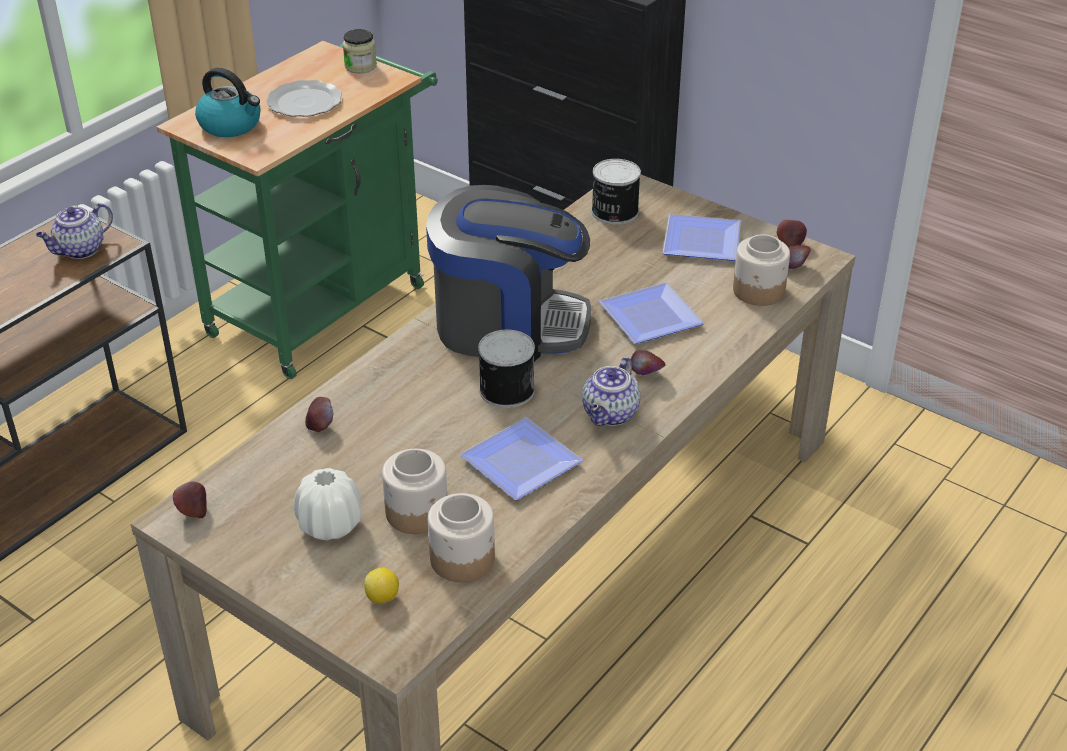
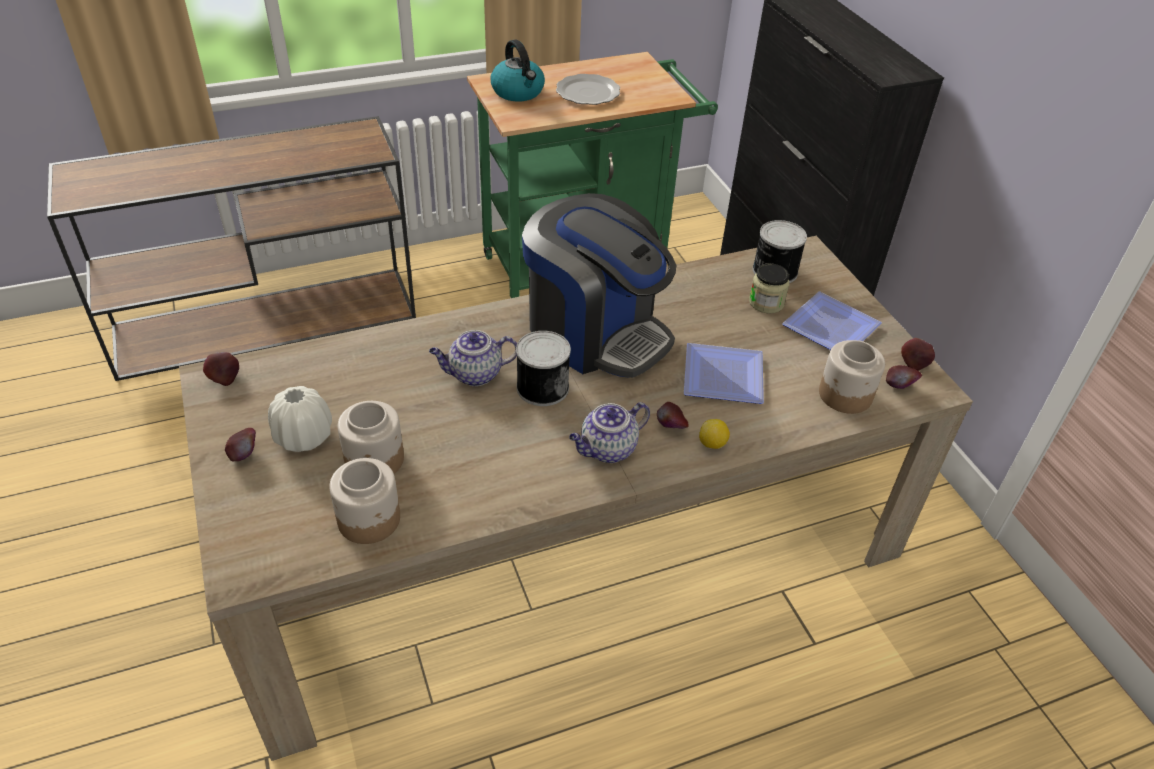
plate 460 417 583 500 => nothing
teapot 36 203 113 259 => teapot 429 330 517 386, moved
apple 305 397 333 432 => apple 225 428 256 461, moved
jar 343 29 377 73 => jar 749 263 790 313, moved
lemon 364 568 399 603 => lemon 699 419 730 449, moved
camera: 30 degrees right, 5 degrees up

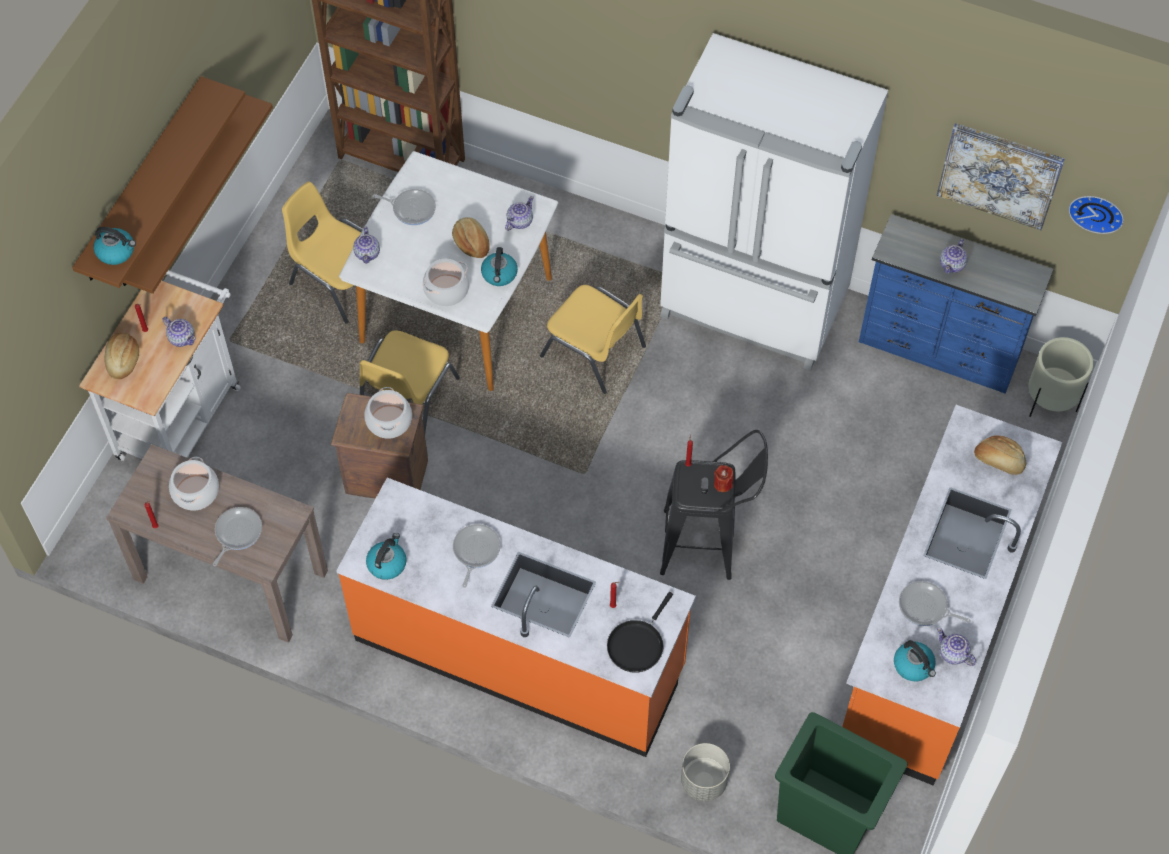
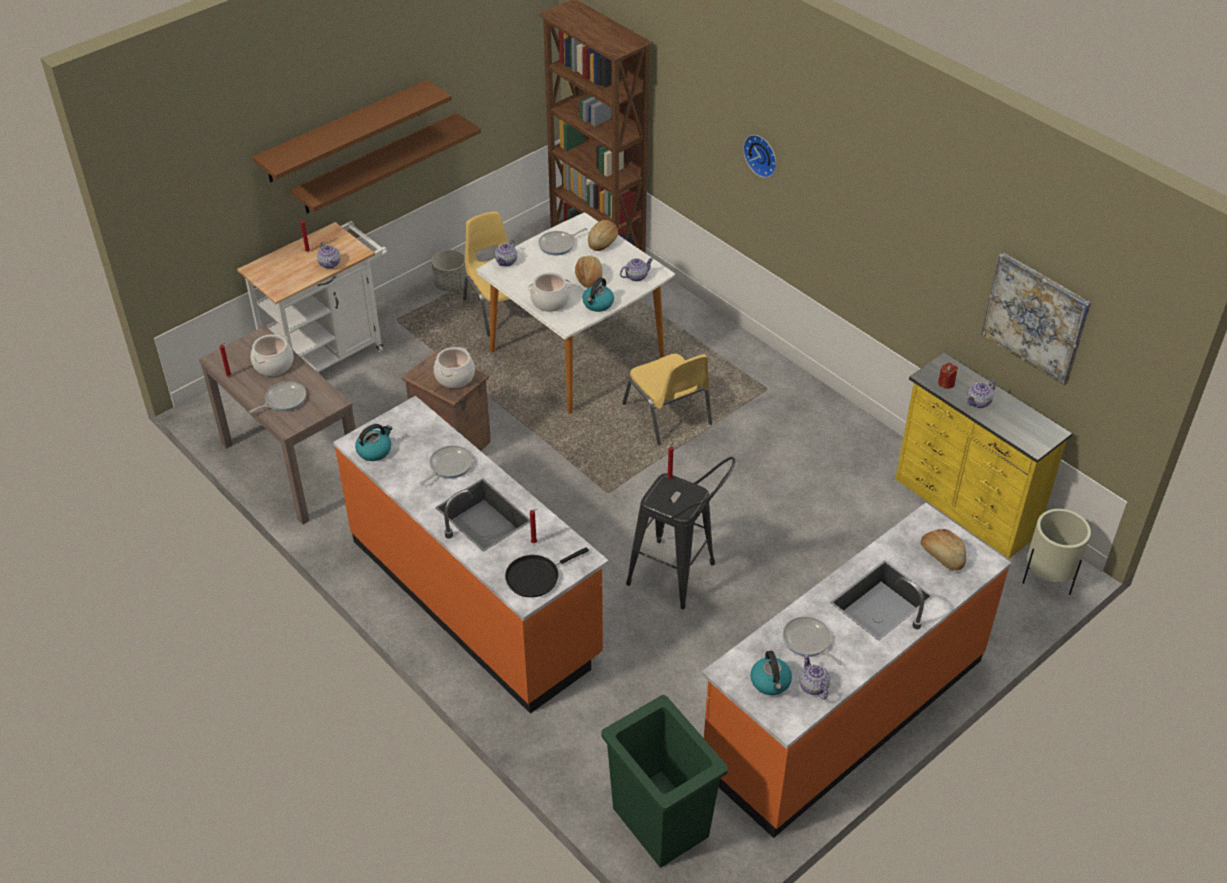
kettle 94 227 136 265 => nothing
chair/yellow 359 330 460 435 => nothing
fridge/white 660 33 888 371 => nothing
bread 105 333 139 379 => bread 588 220 618 251, moved
planter/grey 681 743 730 801 => planter/grey 432 250 467 291, moved
candle/red 714 465 733 492 => candle/red 938 363 958 389, moved
wall clock 1069 196 1124 234 => wall clock 743 135 776 178, moved
dresser/blue 859 214 1054 394 => dresser/yellow 895 353 1072 559
frying pan 373 189 436 225 => frying pan 538 228 587 255, 105 degrees clockwise
camera: 25 degrees right, 15 degrees down

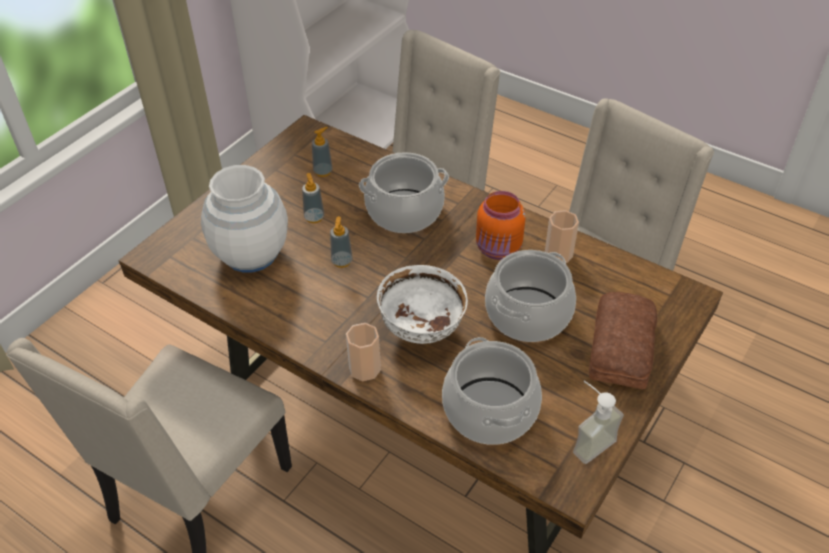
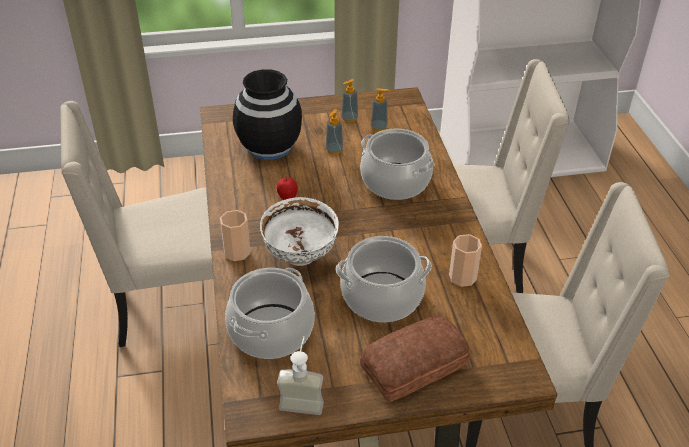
jar/orange 476 191 525 260 => nothing
nothing => apple 276 176 298 200
soap dispenser 330 216 353 268 => soap dispenser 341 79 358 122, moved
vase/white 201 165 288 273 => vase/black 233 69 302 160
camera: 45 degrees right, 5 degrees down

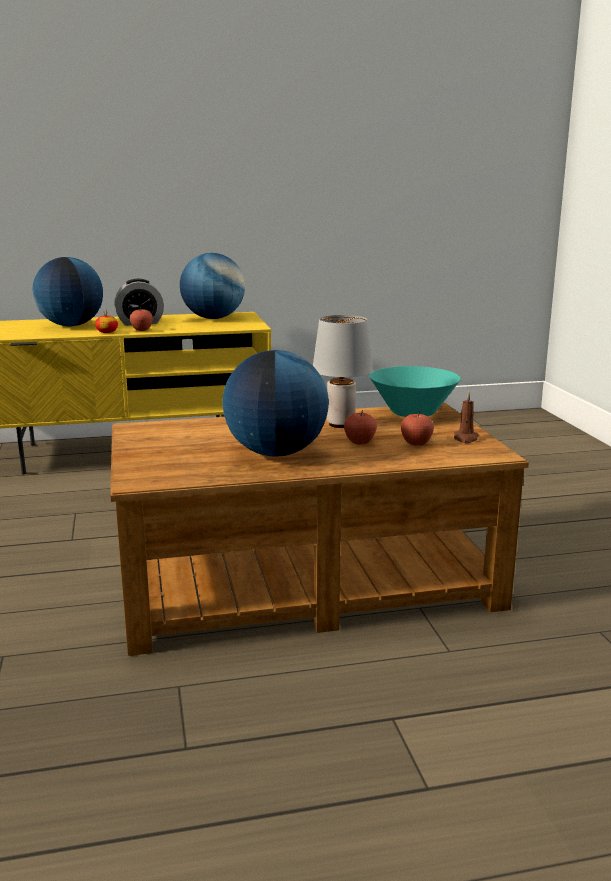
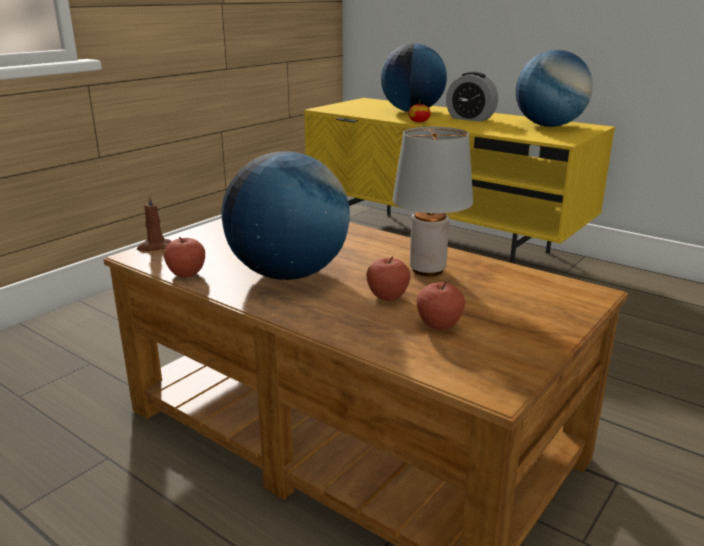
bowl/turquoise 369 366 461 417 => nothing
apple 130 307 153 331 => apple 164 237 205 277, moved
candle/brown 454 392 479 443 => candle/brown 137 194 171 251, moved
camera: 50 degrees right, 5 degrees up

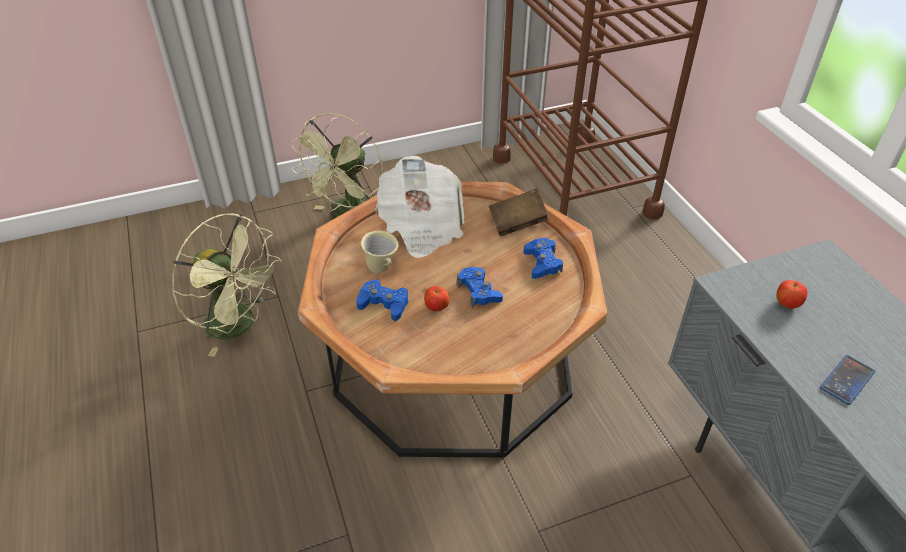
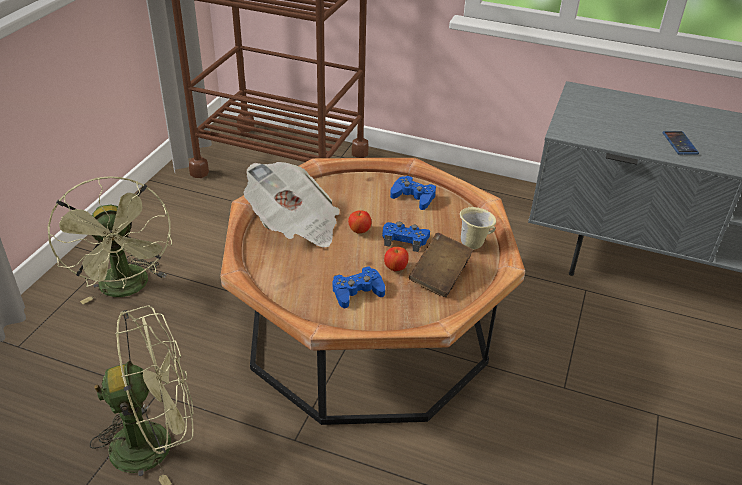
mug/beige 361 231 398 273 => mug/beige 460 207 496 250, moved
book/brown 489 188 549 236 => book/brown 409 233 473 297, moved
apple 776 280 808 308 => apple 348 210 371 233, moved
camera: 50 degrees left, 5 degrees down

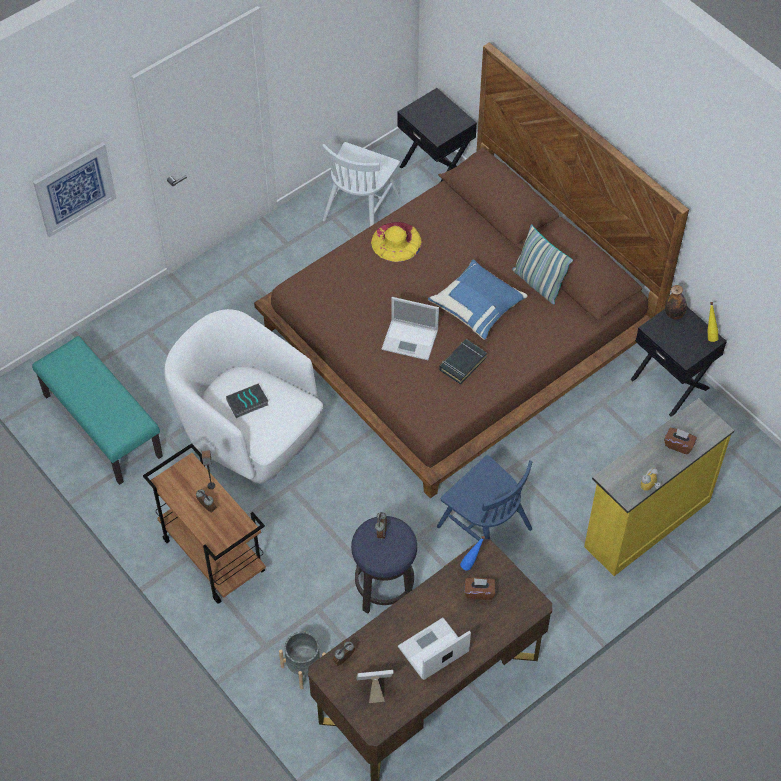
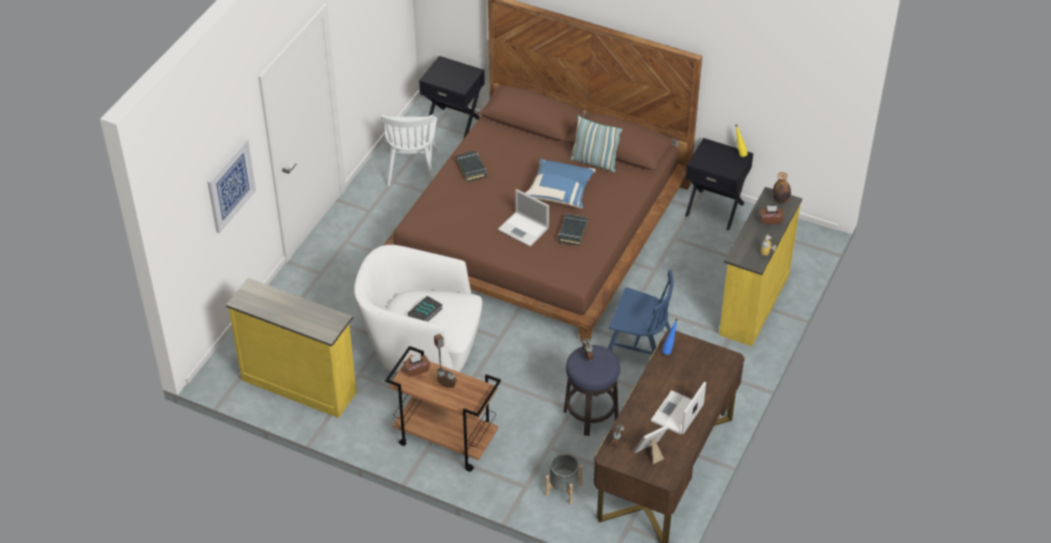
tissue box/brown 465 578 496 600 => tissue box/brown 403 354 430 377, moved
bottle 665 285 687 319 => bottle 773 172 791 204, moved
bench/turquoise 32 336 163 485 => dresser/yellow 226 278 357 418
hat/yellow 371 222 422 262 => book/black 456 151 487 182
laptop 381 297 439 360 => laptop 498 189 549 246, 45 degrees clockwise
camera: 25 degrees left, 10 degrees down

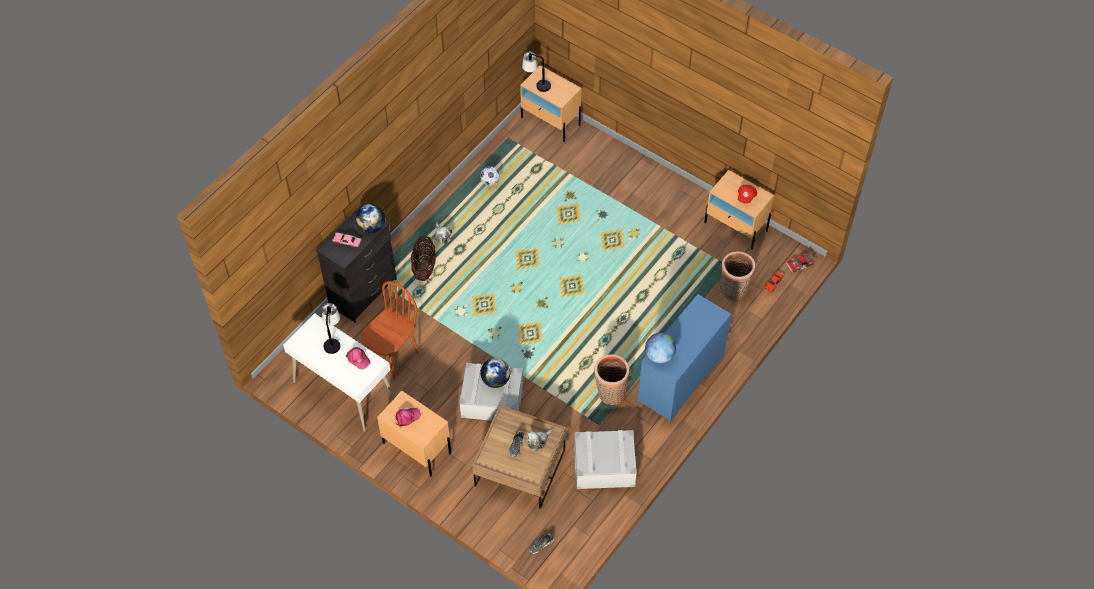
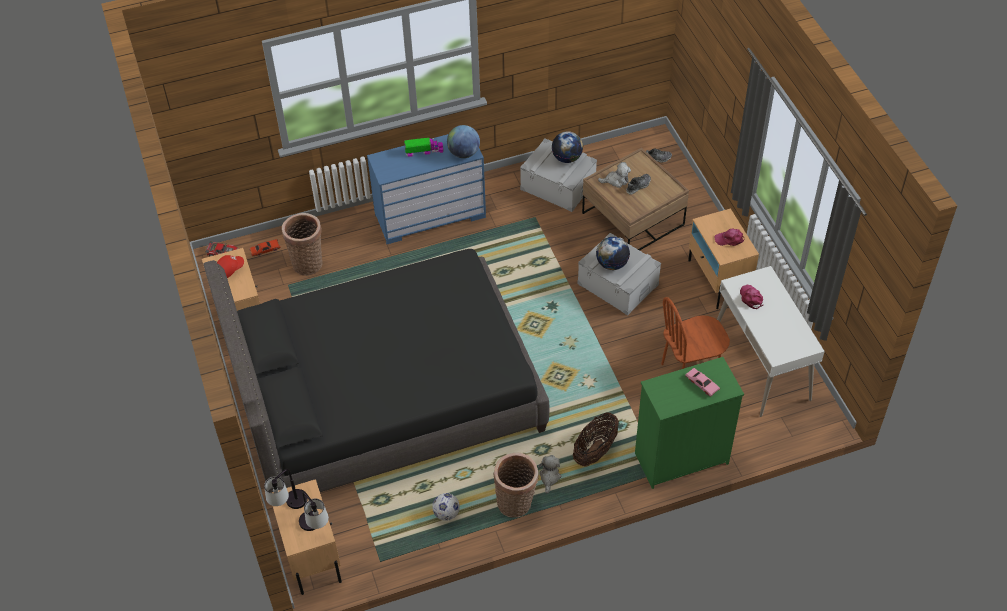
nothing => bed/black 203 249 549 493
nothing => toy truck 404 138 444 157
table lamp 322 303 340 354 => table lamp 264 469 308 509, moved
globe 356 204 385 234 => globe 552 131 583 163, moved
basket 594 355 630 405 => basket 493 453 539 518, moved
dresser/black 316 206 397 322 => dresser/green 635 357 744 489
camera: 145 degrees left, 5 degrees down

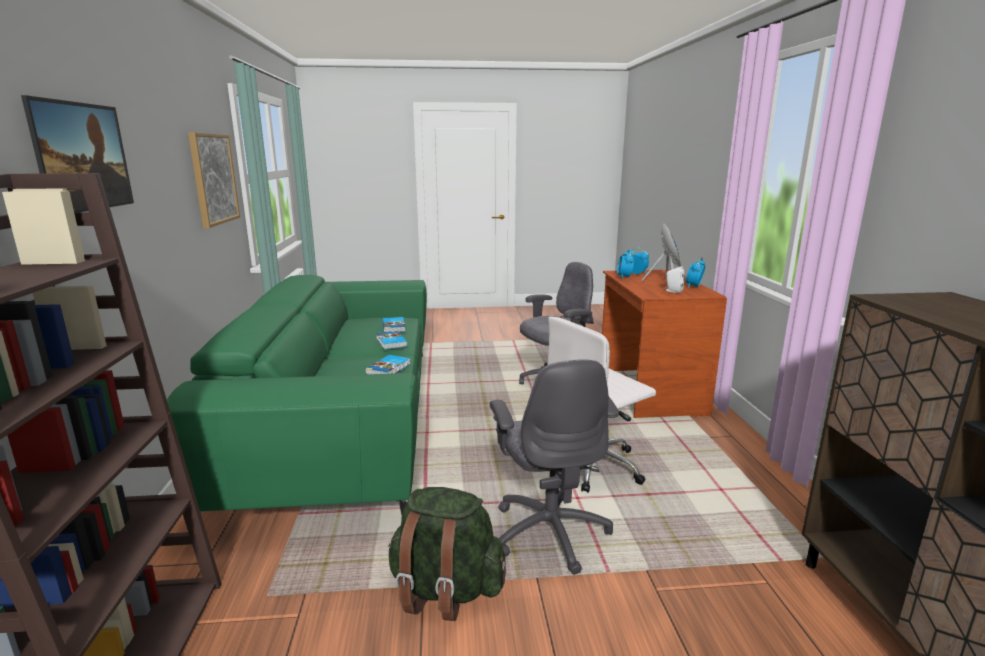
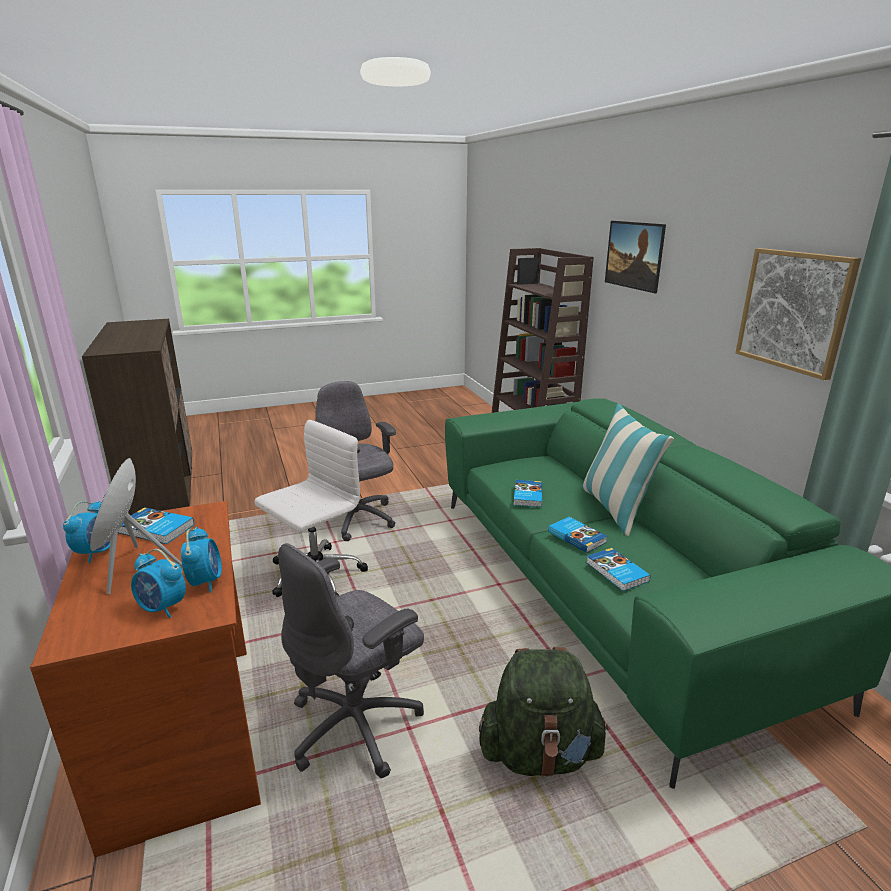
nothing => pillow 581 404 674 536
backpack/green 388 487 506 621 => backpack/green 479 647 609 777, moved
speaker/white 664 266 685 293 => book 118 507 194 544
camera: 165 degrees right, 5 degrees up

